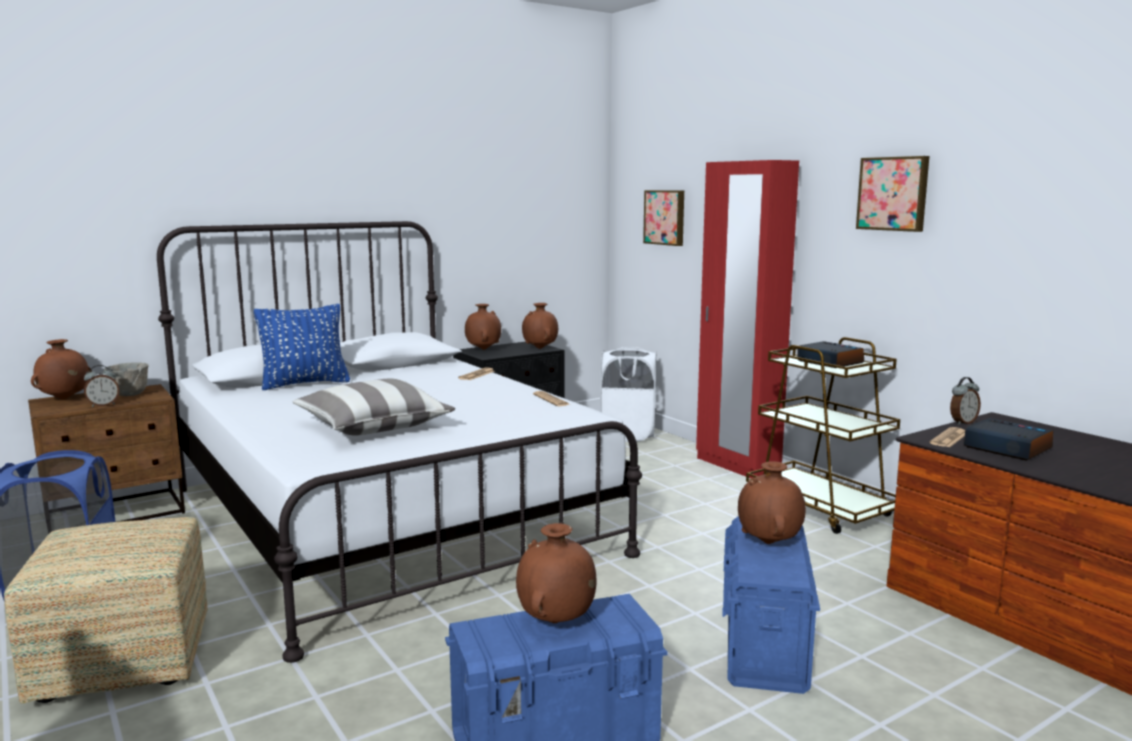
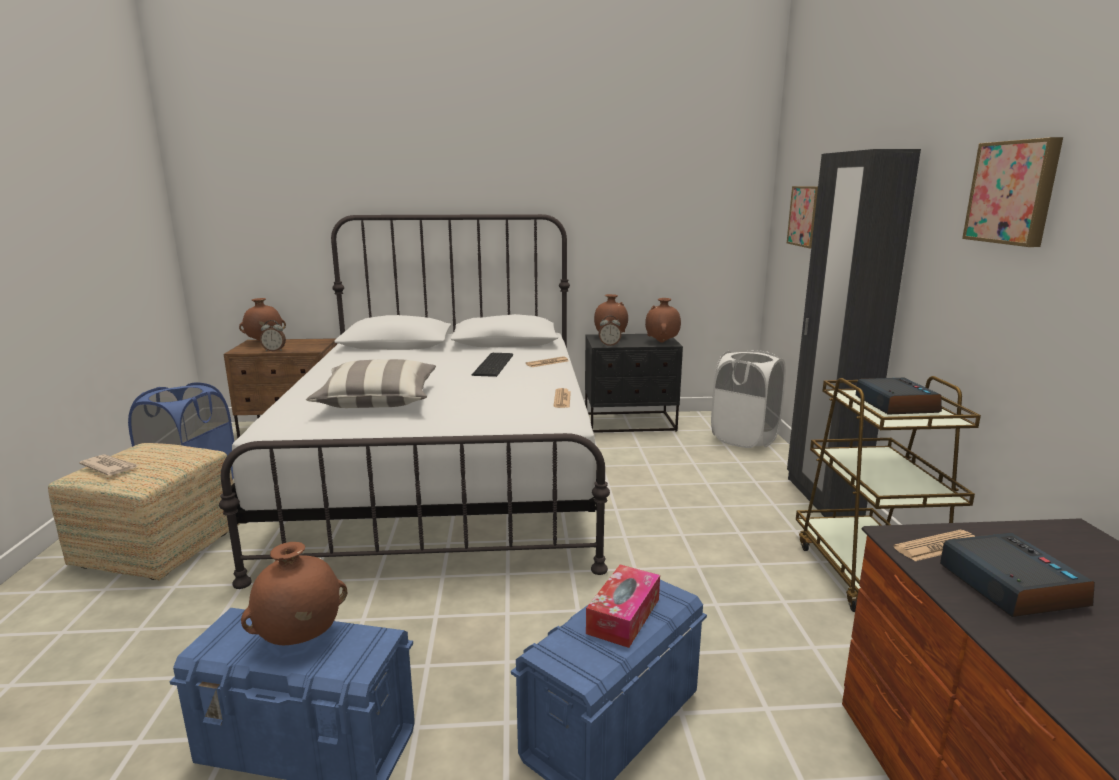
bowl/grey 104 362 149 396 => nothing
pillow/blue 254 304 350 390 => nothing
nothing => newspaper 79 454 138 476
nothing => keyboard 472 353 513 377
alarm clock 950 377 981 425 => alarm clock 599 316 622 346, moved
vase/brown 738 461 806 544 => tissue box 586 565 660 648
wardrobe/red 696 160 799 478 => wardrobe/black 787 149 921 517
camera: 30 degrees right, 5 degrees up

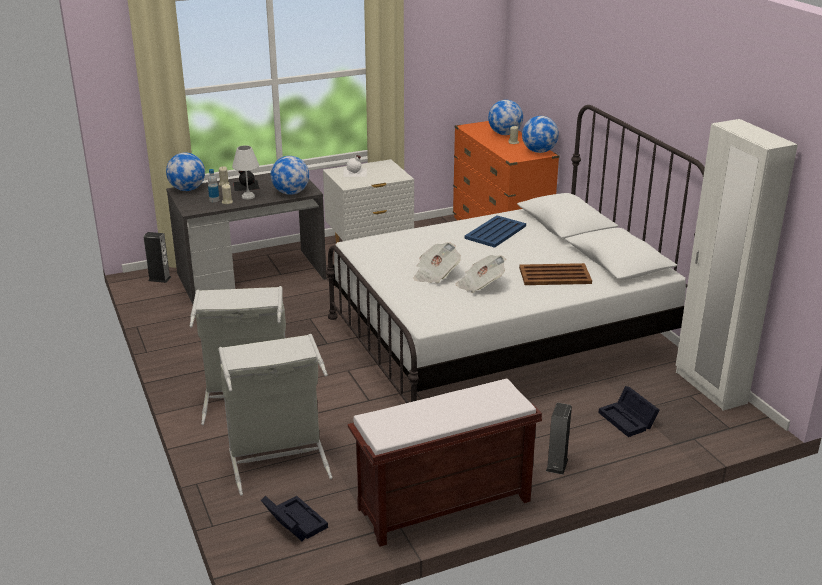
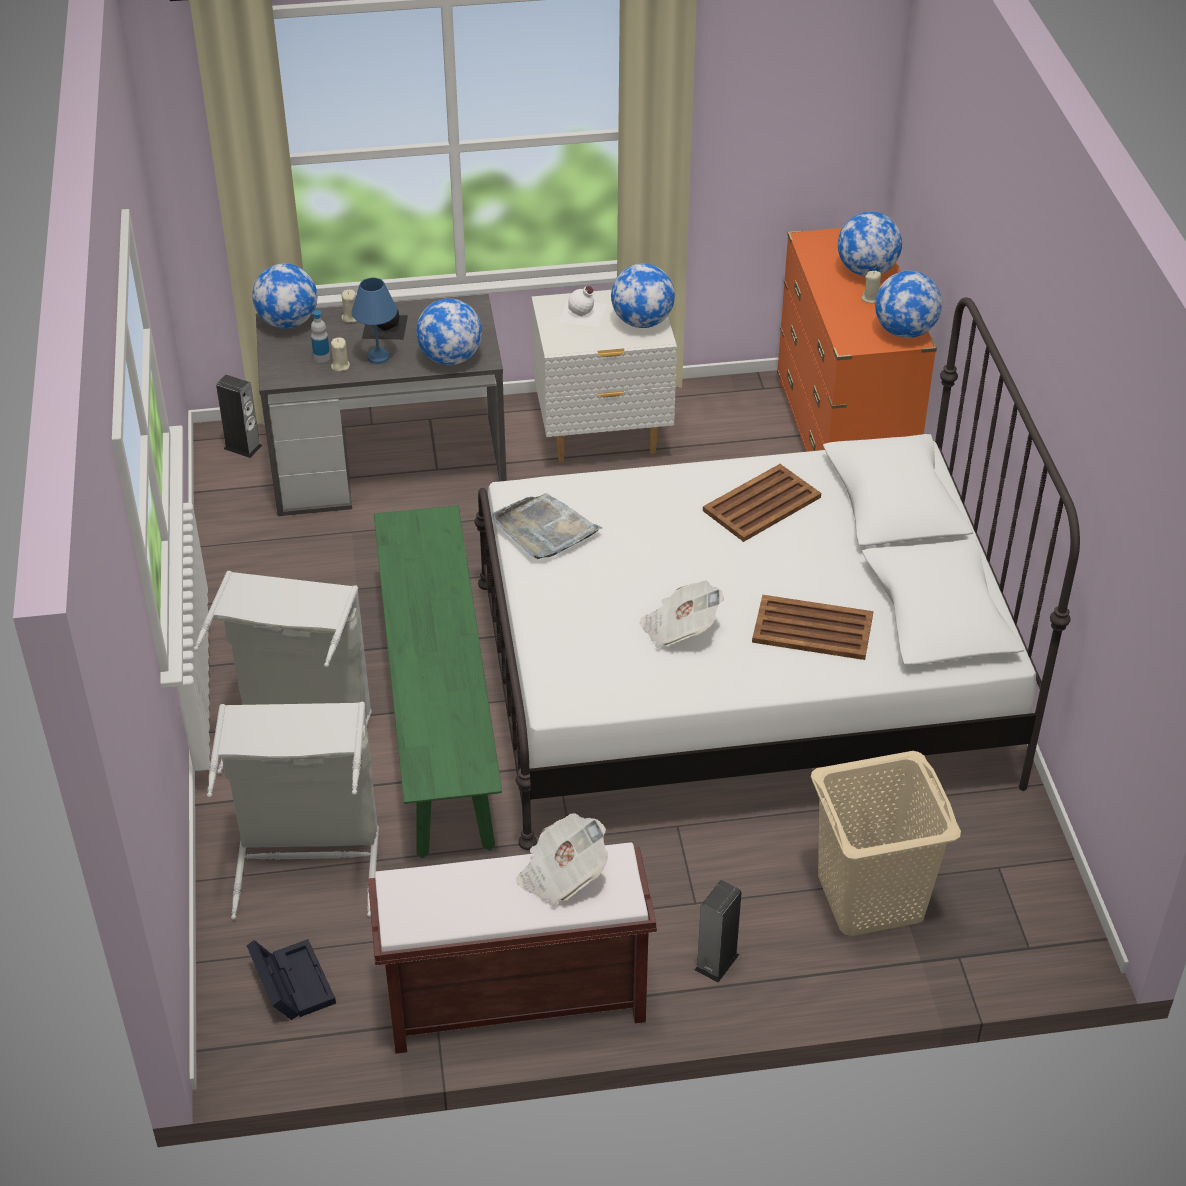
wardrobe/white 676 119 798 411 => nothing
nothing => bench/green 374 505 502 859
nothing => tray/grey 492 493 602 559
nothing => globe 611 263 675 328
newspaper 413 242 461 283 => newspaper 516 813 608 907, moved
storage box/black 599 386 660 437 => laundry basket/beige 811 751 961 936
table lamp/white 232 145 259 200 => table lamp/blue 352 278 397 364
tray/blue 465 215 526 248 => tray/brown 703 464 821 542
camera: 15 degrees right, 15 degrees up

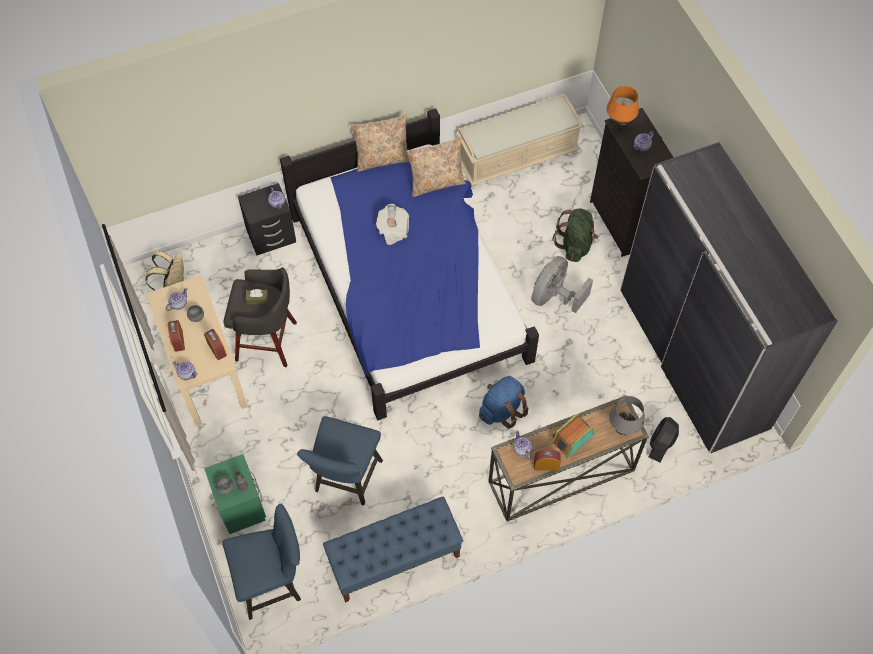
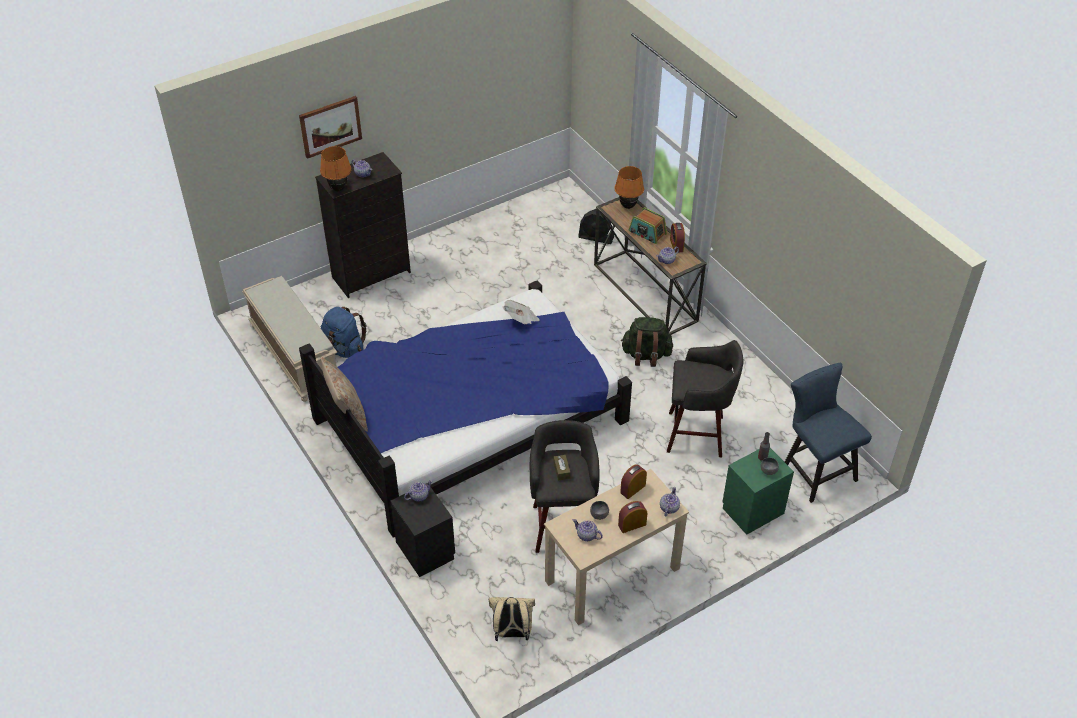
bench/blue 323 496 463 603 => nothing
pillow/beige 407 137 466 197 => nothing
fan/grey 531 256 593 313 => nothing
wardrobe/grey 620 142 838 453 => nothing
nothing => picture 299 96 362 159
newspaper 376 204 409 245 => newspaper 503 300 540 325, moved
backpack/blue 479 376 529 429 => backpack/blue 320 307 366 358, moved
backpack/green 552 208 598 262 => backpack/green 621 317 673 367, moved
chair/blue 297 416 383 505 => stool/grey 667 340 744 457
table lamp/grey 609 396 645 435 => table lamp/orange 615 166 644 209
camera: 100 degrees left, 15 degrees down

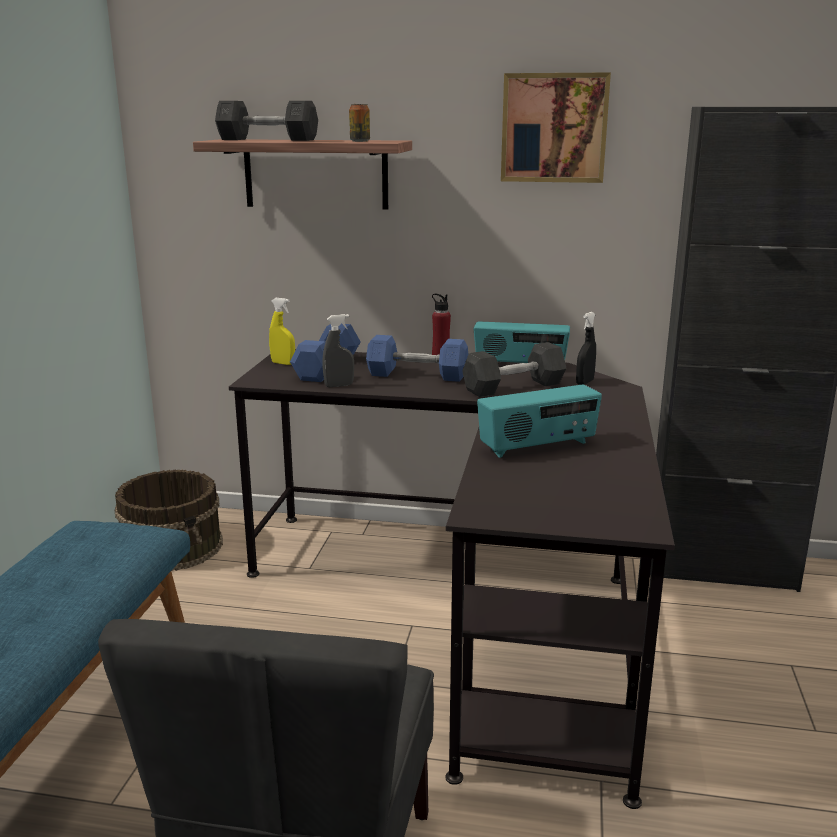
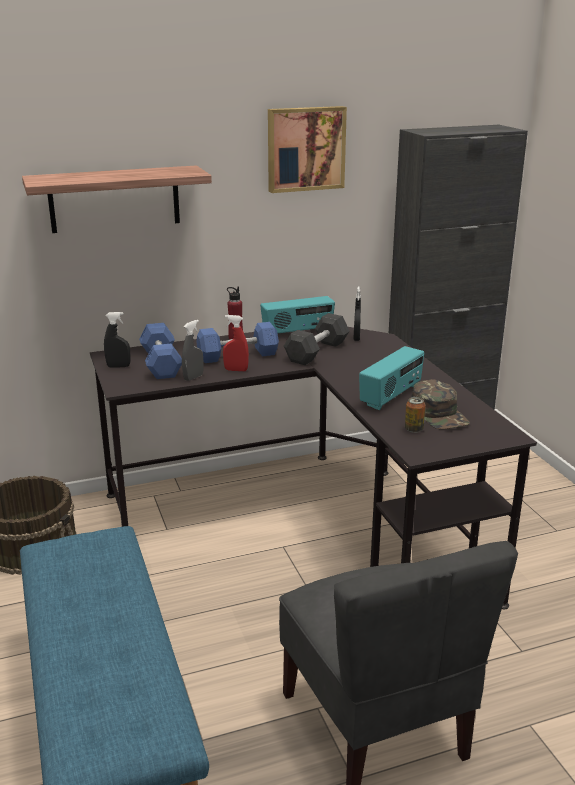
dumbbell/grey 215 101 318 141 => nothing
nothing => spray bottle/red 223 315 249 371
nothing => cap/green 411 379 470 430
can 349 104 370 142 => can 405 397 426 433, moved
spray bottle/yellow 269 298 295 365 => spray bottle/black 104 312 131 367
camera: 30 degrees left, 5 degrees up

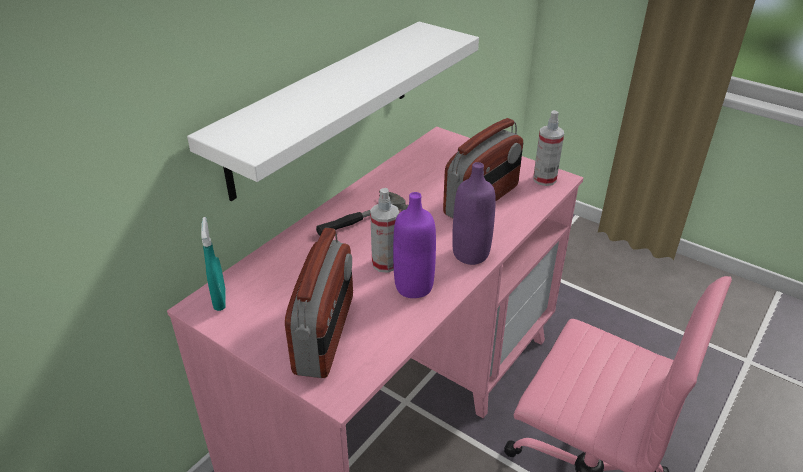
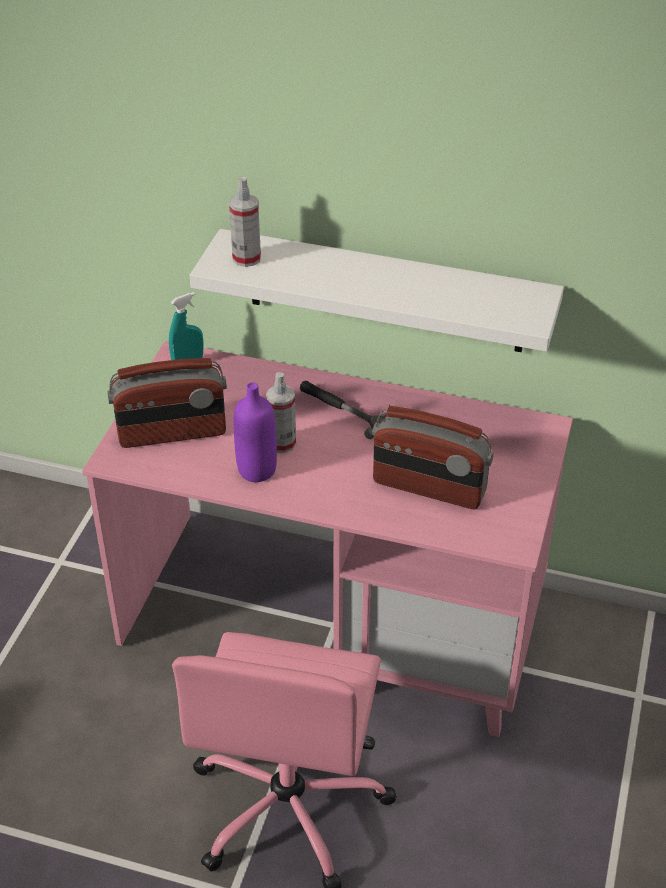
bottle/purple 452 162 496 265 => nothing
spray bottle 533 110 564 186 => spray bottle 229 177 261 267, moved
camera: 70 degrees right, 5 degrees up

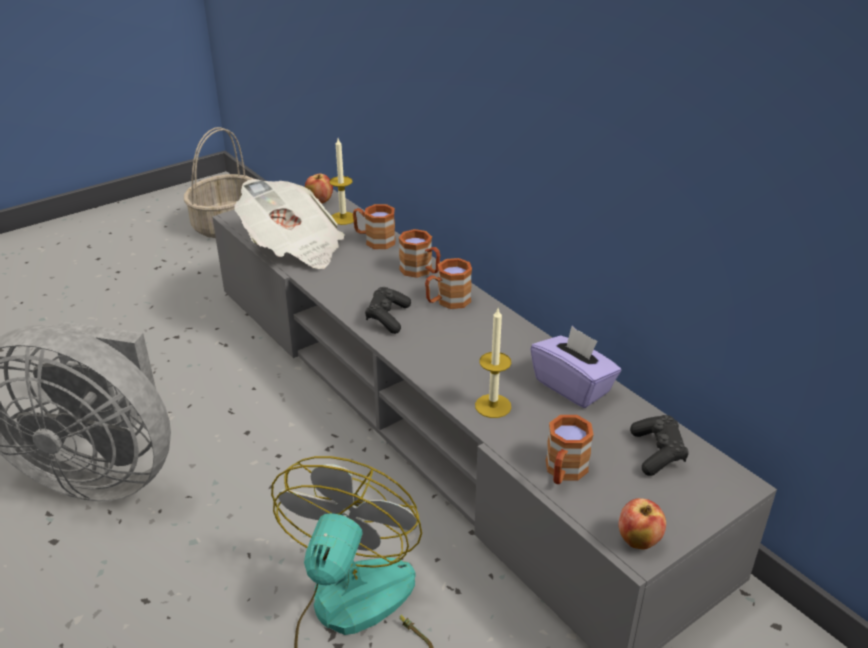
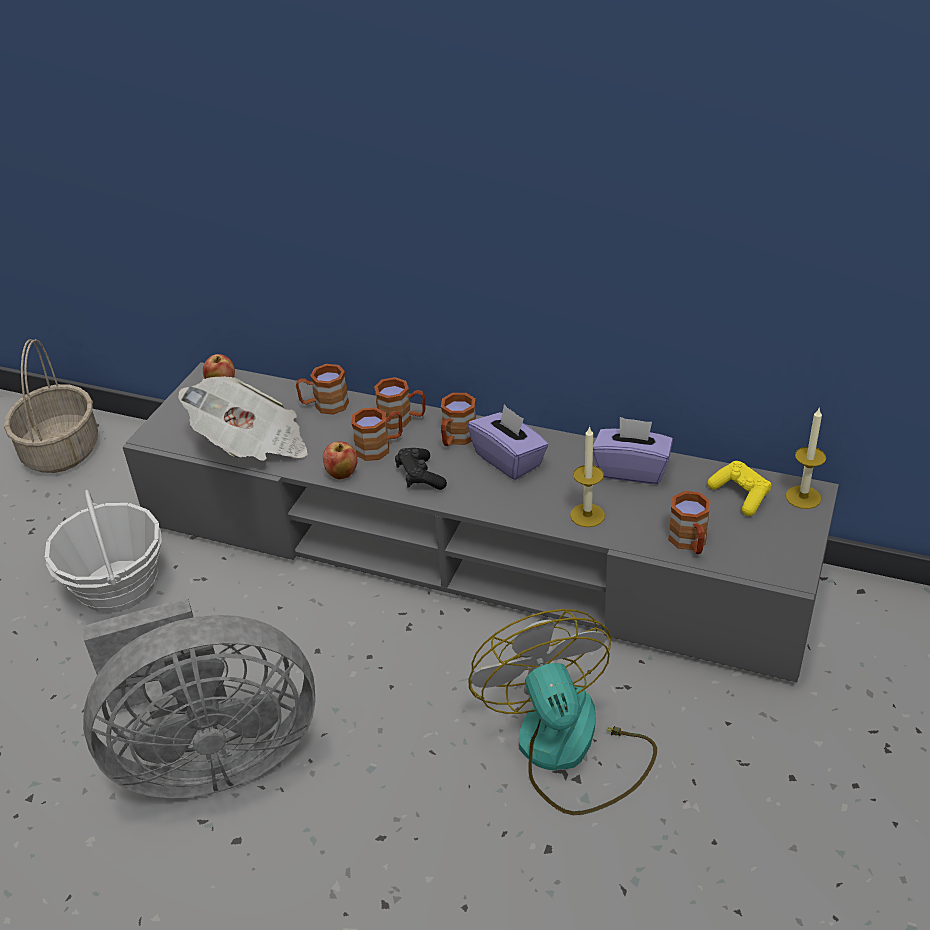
nothing => basket 45 490 162 613
nothing => mug/brown 351 407 402 461
nothing => tissue box/purple 468 404 549 480
candle 329 138 354 225 => candle 786 408 826 509, moved
apple 618 498 666 550 => apple 323 442 358 479, moved
game controller/black 630 415 689 476 => game controller/yellow 707 461 771 516
camera: 30 degrees left, 5 degrees up

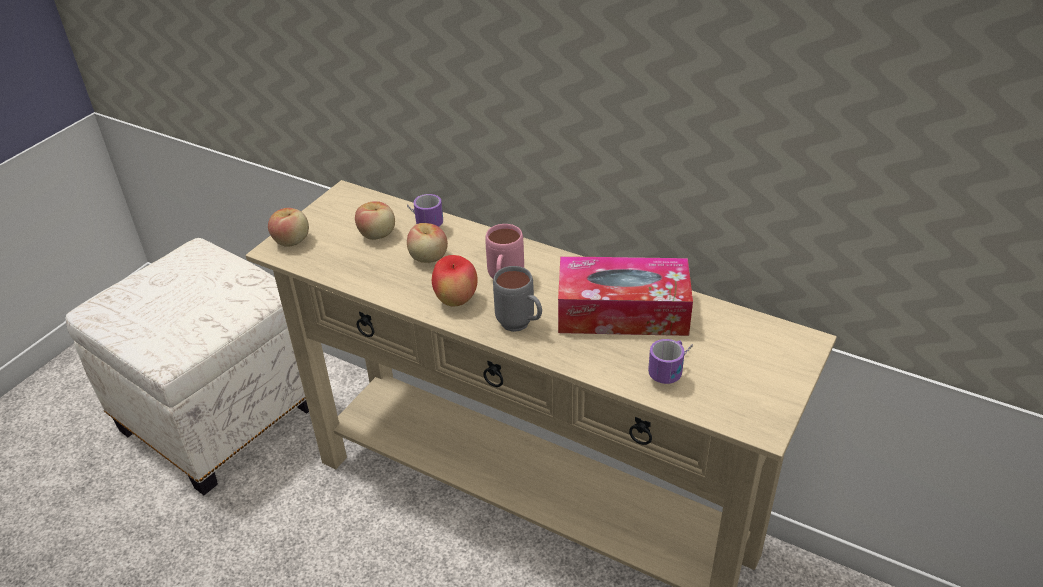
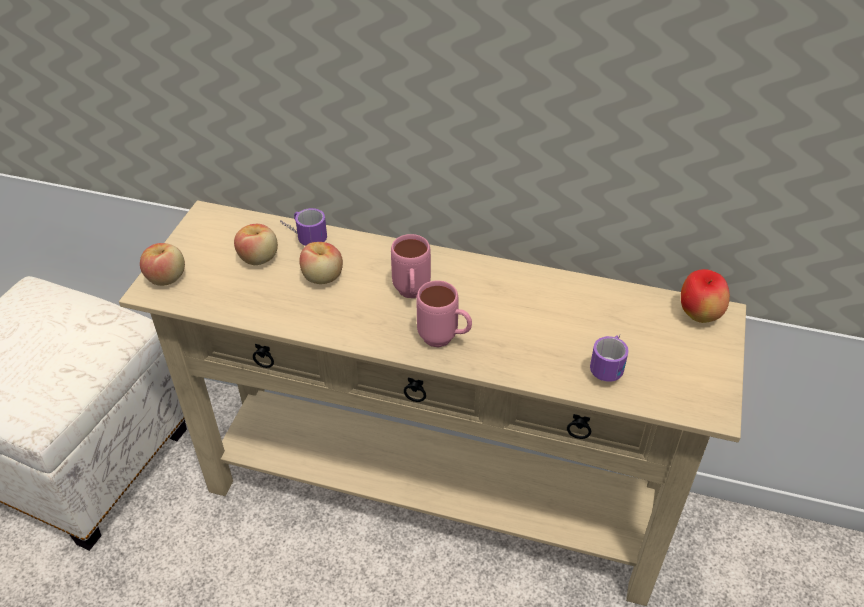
tissue box 558 256 693 336 => nothing
apple 432 255 478 306 => apple 681 269 730 323, moved
mug/grey 493 266 542 332 => mug/pink 417 280 472 347
camera: 15 degrees left, 5 degrees up

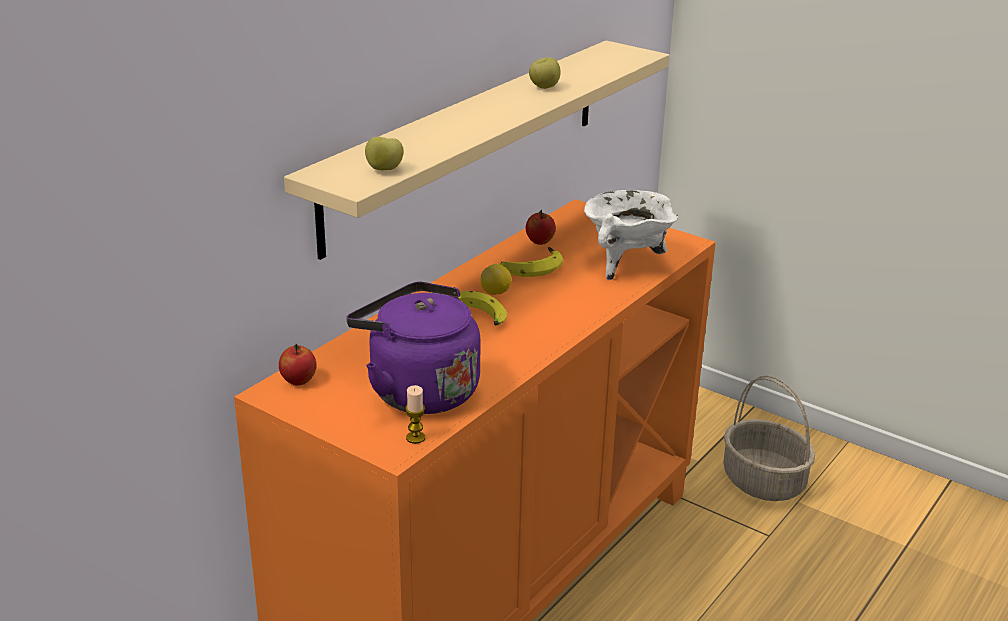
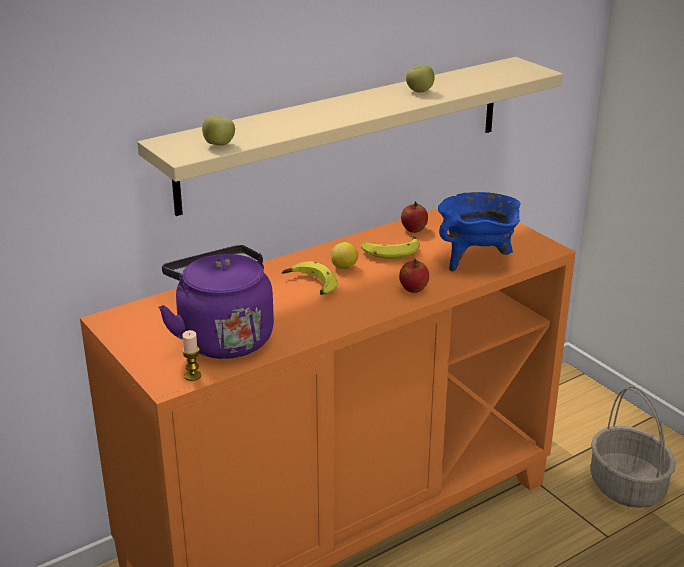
apple 279 343 316 386 => apple 399 259 429 293, moved
cooking pot/white 584 190 678 280 => cooking pot/blue 438 192 520 271
camera: 20 degrees right, 0 degrees up

